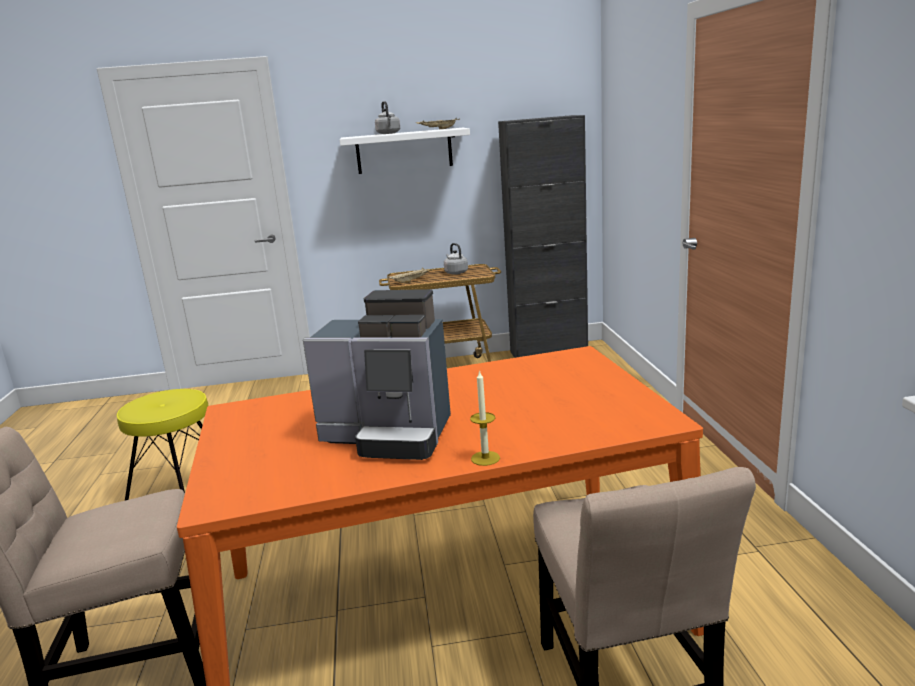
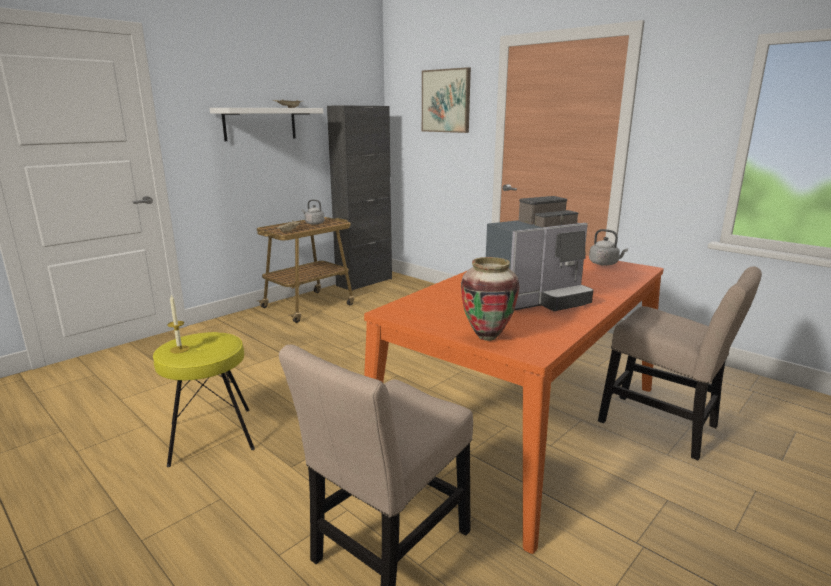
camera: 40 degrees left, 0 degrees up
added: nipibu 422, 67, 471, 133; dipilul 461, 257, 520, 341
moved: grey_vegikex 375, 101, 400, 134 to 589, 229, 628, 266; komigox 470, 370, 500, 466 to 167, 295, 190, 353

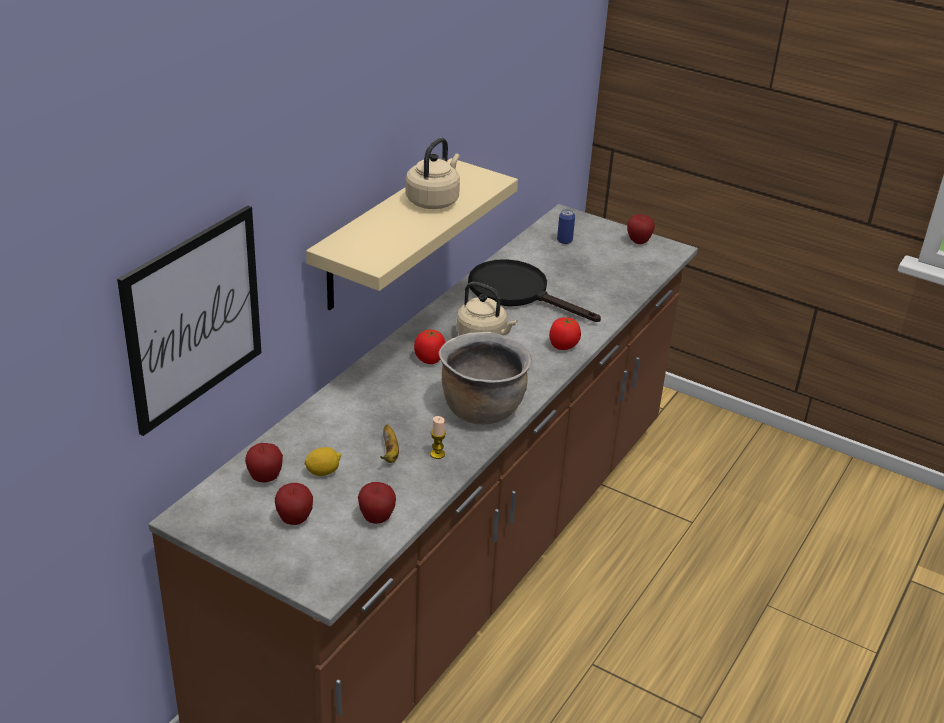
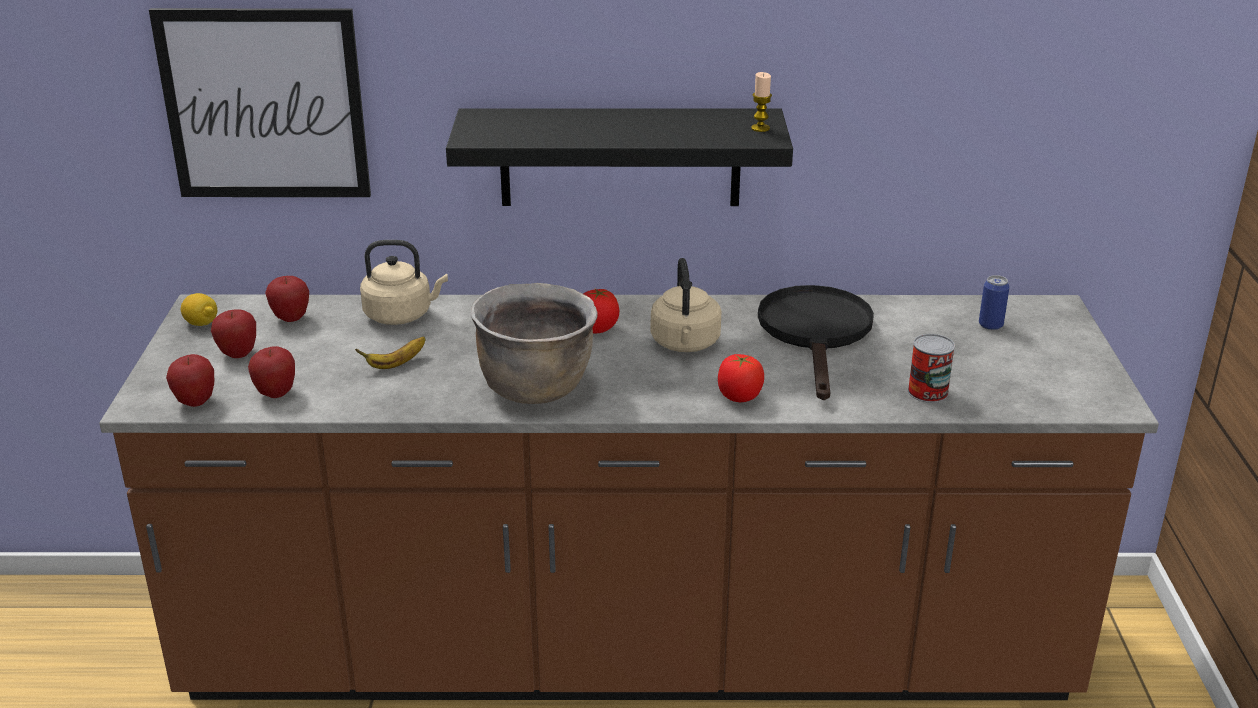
camera: 60 degrees right, 5 degrees down
added: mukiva 908, 334, 955, 403
moved: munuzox 305, 447, 341, 476 to 181, 293, 217, 326; beige_vegikex 405, 138, 460, 209 to 360, 240, 448, 325; komigox 430, 416, 446, 459 to 751, 72, 772, 132; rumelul 627, 214, 655, 244 to 166, 354, 214, 407
recoloured: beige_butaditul 306, 158, 518, 310 to black_butaditul 446, 108, 793, 206

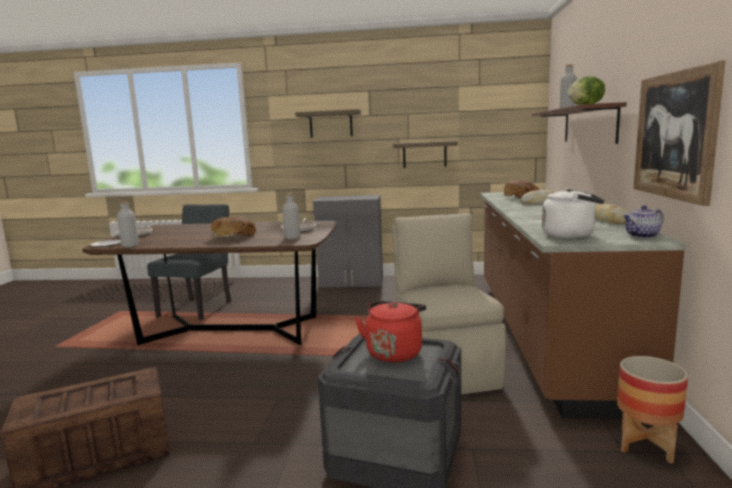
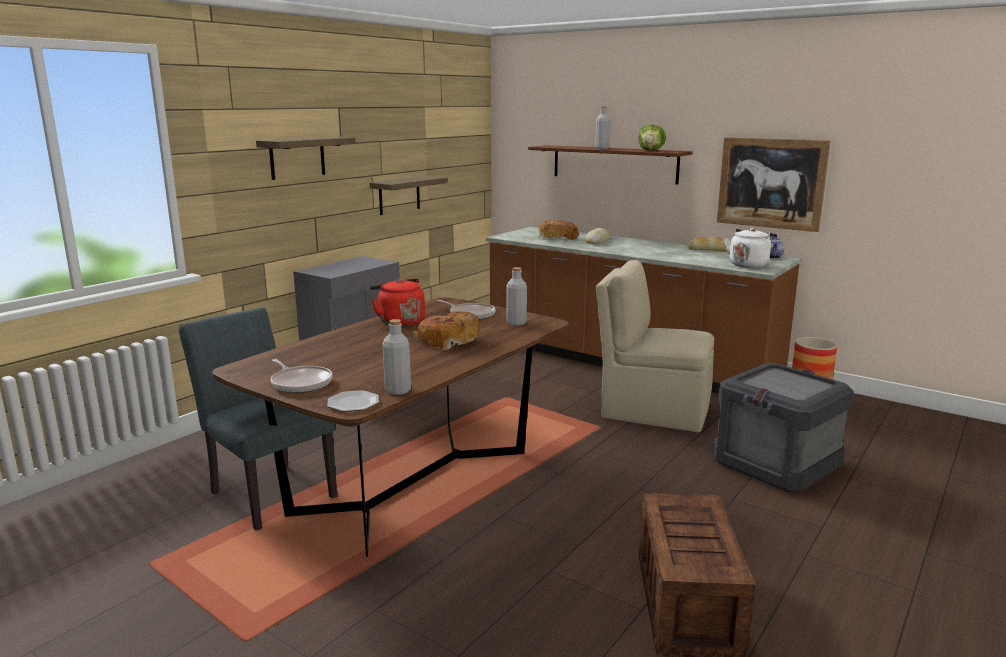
camera: 60 degrees left, 5 degrees up
moved: red_vegikex 355, 301, 426, 363 to 370, 278, 425, 327

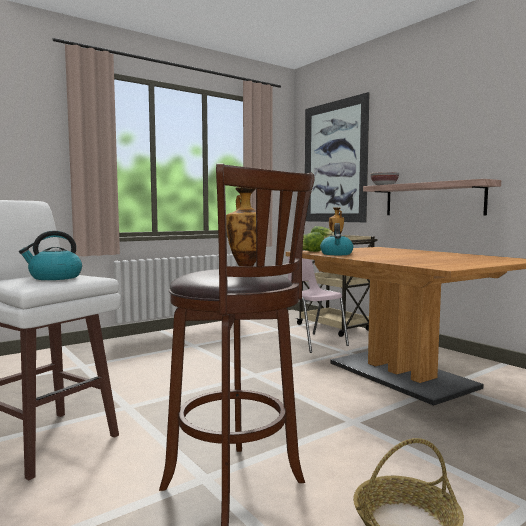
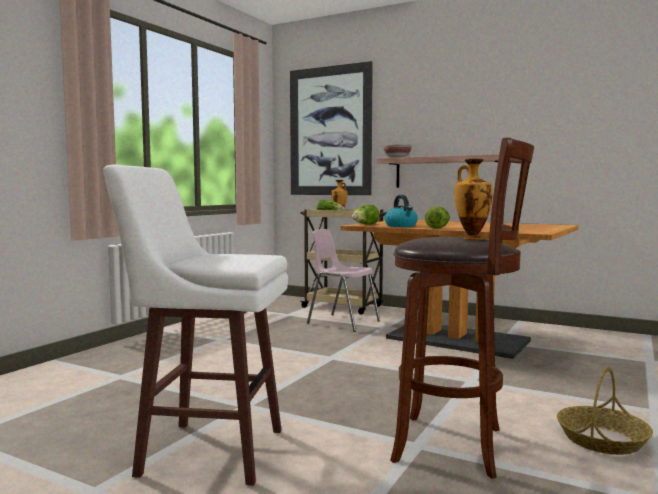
camera: 25 degrees left, 0 degrees up
removed: vegikex 19, 231, 82, 280
added: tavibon 425, 206, 450, 229

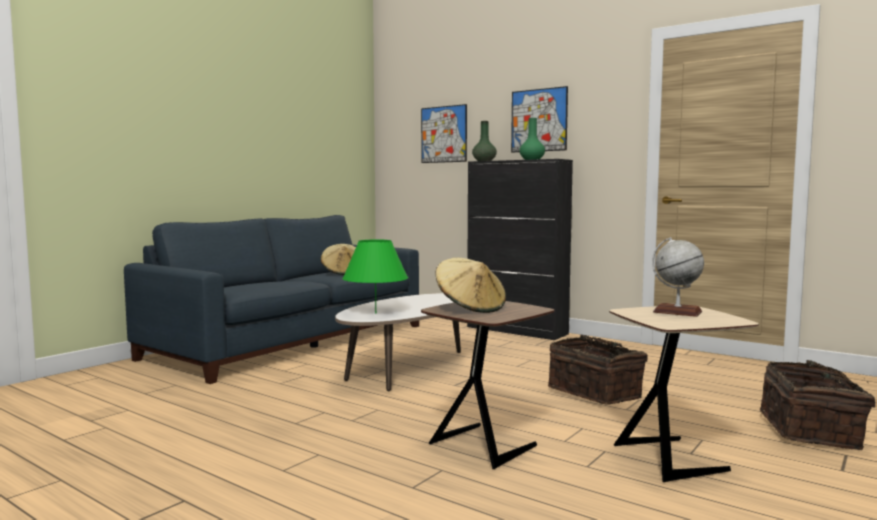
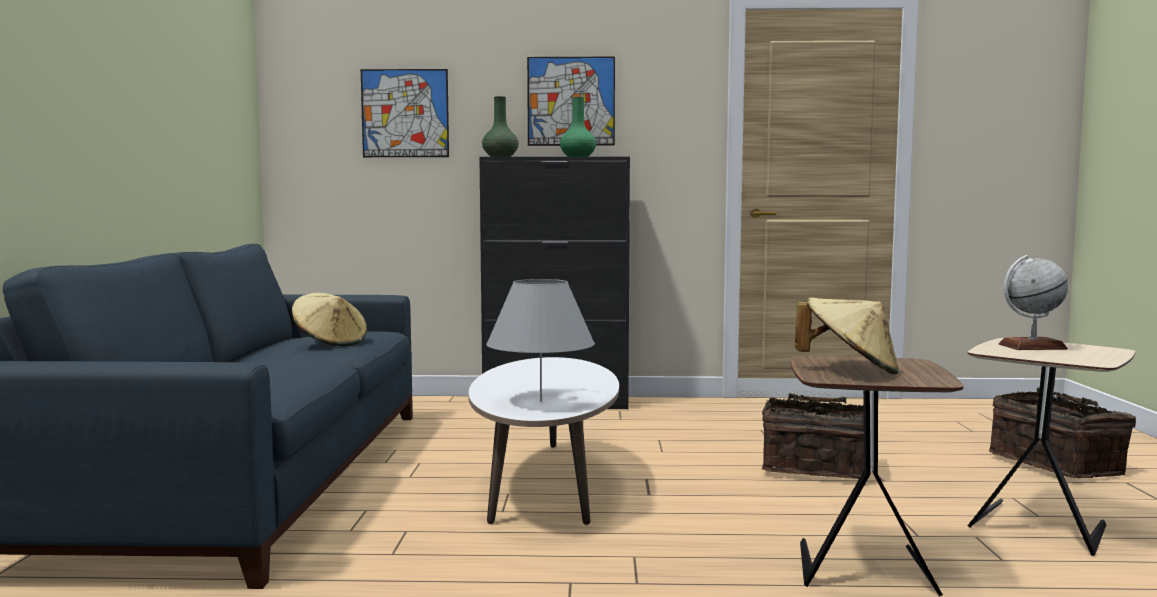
camera: 35 degrees left, 0 degrees up
recoloured: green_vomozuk 343, 240, 408, 314 to grey_vomozuk 486, 279, 595, 402

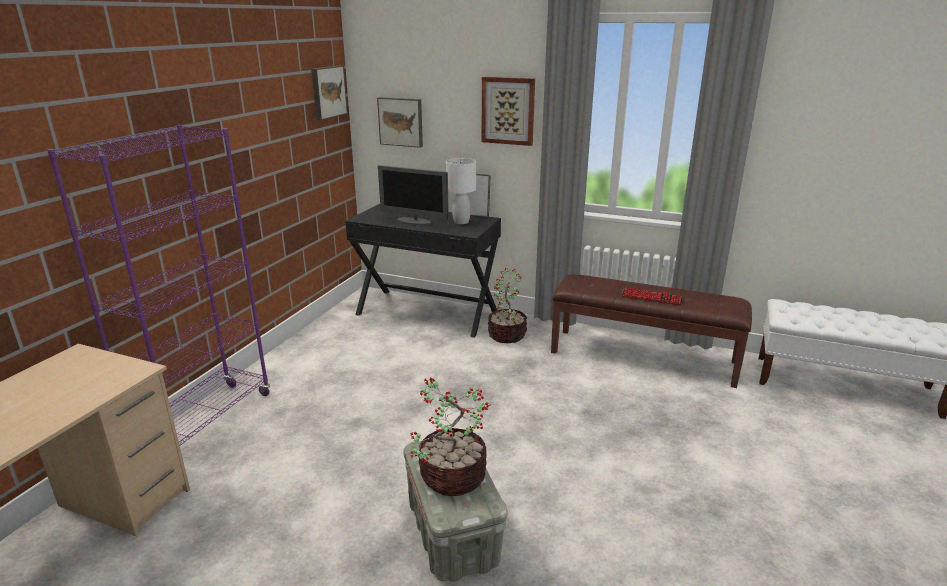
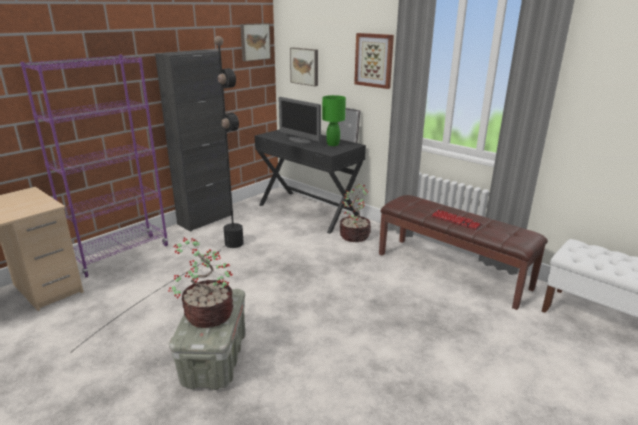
camera: 20 degrees right, 0 degrees up
added: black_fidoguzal 70, 36, 244, 353; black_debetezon 155, 50, 233, 231
recoloured: white_vomozuk 446, 158, 476, 224 to green_vomozuk 322, 95, 346, 146

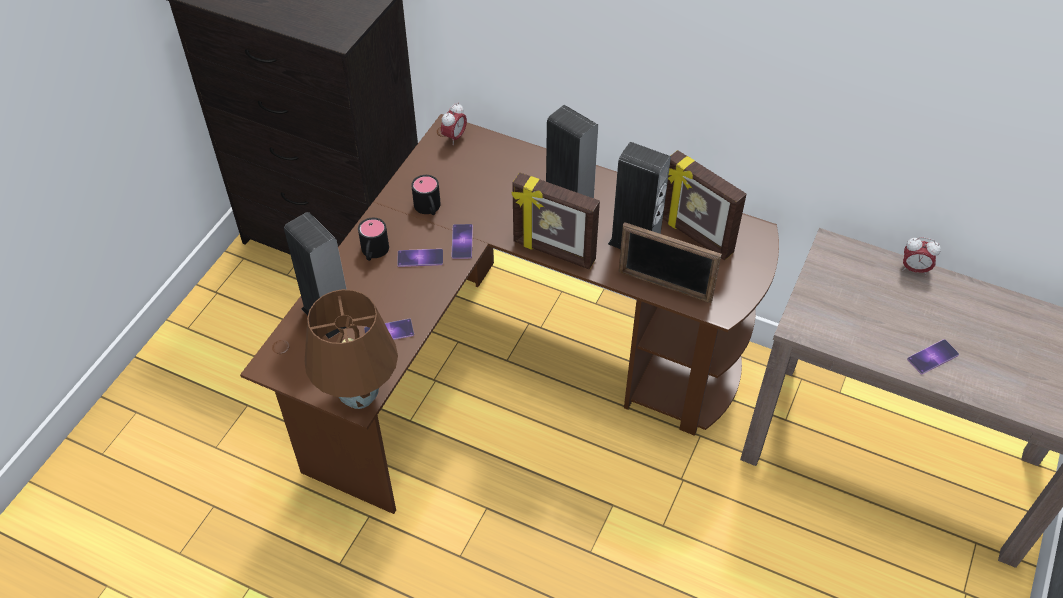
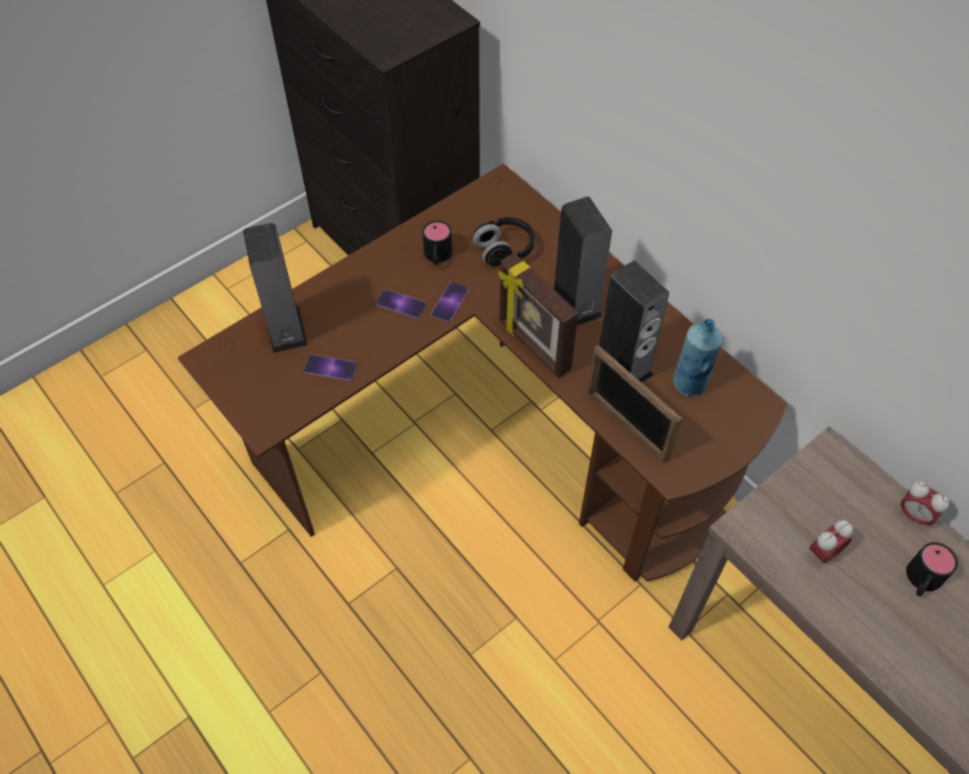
camera: 25 degrees right, 5 degrees up
removed: brown_vomozuk 305, 289, 398, 409; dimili 907, 339, 959, 374
added: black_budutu 470, 217, 535, 266
moved: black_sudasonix 358, 218, 389, 261 to 906, 542, 958, 596; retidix 441, 103, 467, 145 to 809, 520, 853, 566
replaced: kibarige 663, 150, 747, 260 to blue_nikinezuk 673, 319, 723, 397

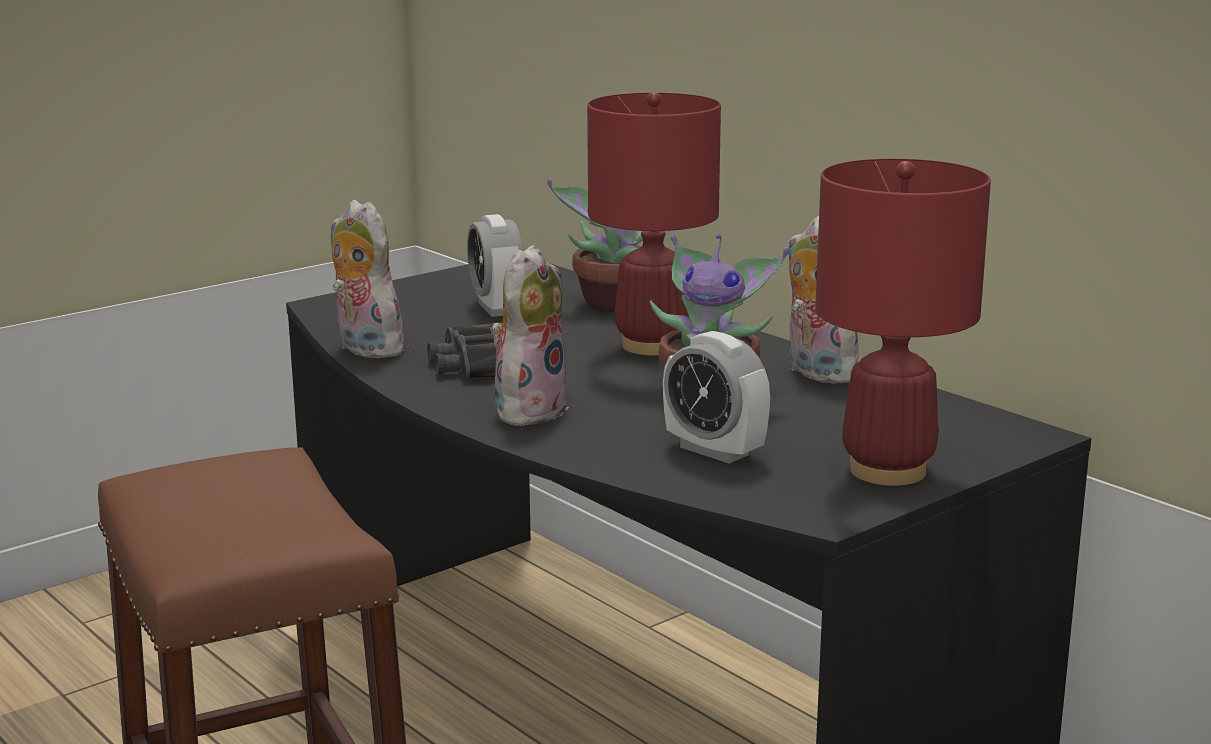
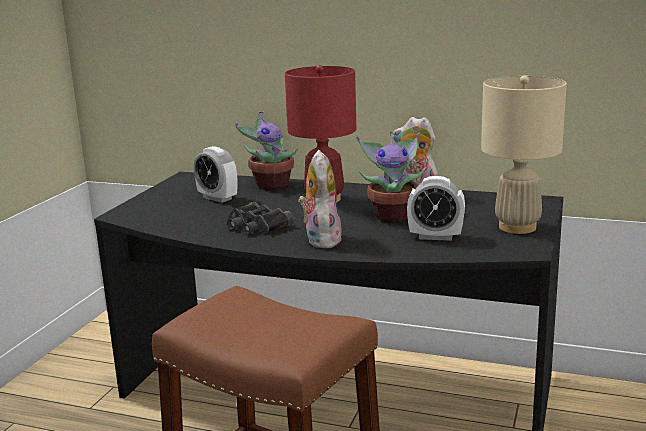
camera: 30 degrees left, 0 degrees up
removed: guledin 331, 200, 407, 358
recoloured: red_vomozuk 815, 159, 991, 486 to beige_vomozuk 481, 75, 567, 234

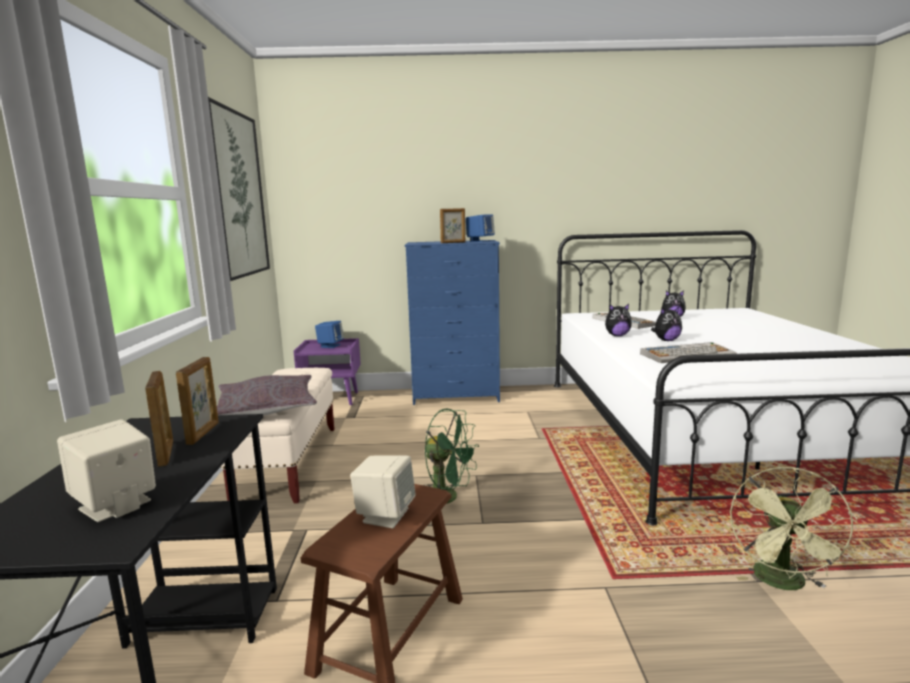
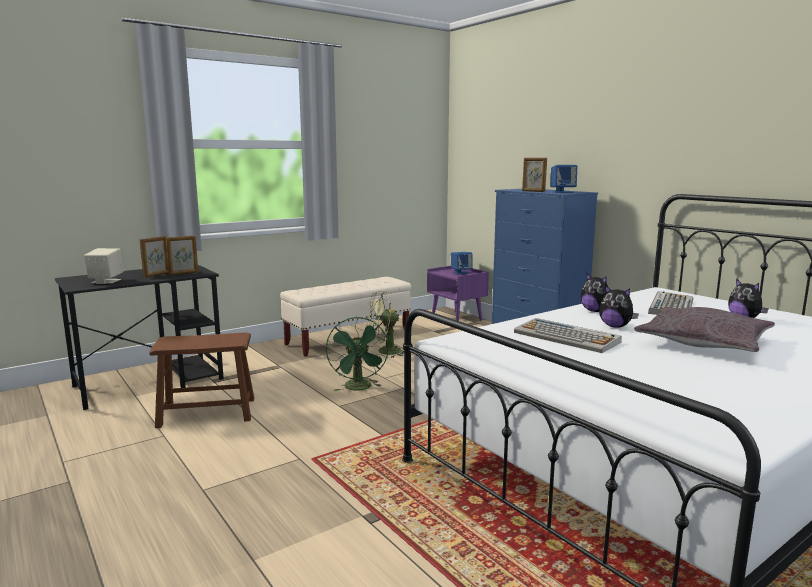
camera: 55 degrees right, 0 degrees up
removed: nipibu 208, 97, 270, 281; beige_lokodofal 350, 455, 416, 528
moved: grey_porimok 217, 375, 317, 415 to 634, 307, 775, 352; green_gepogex 730, 467, 857, 590 to 366, 291, 404, 358

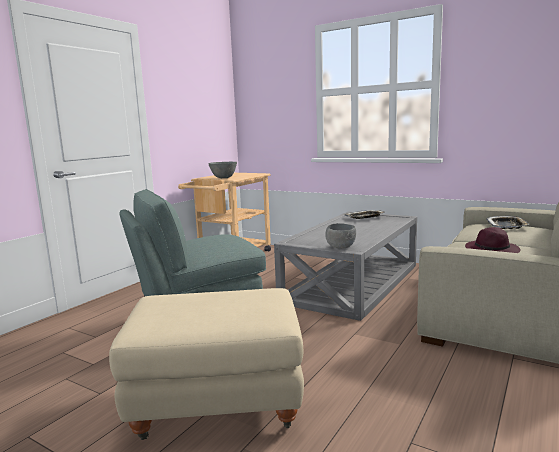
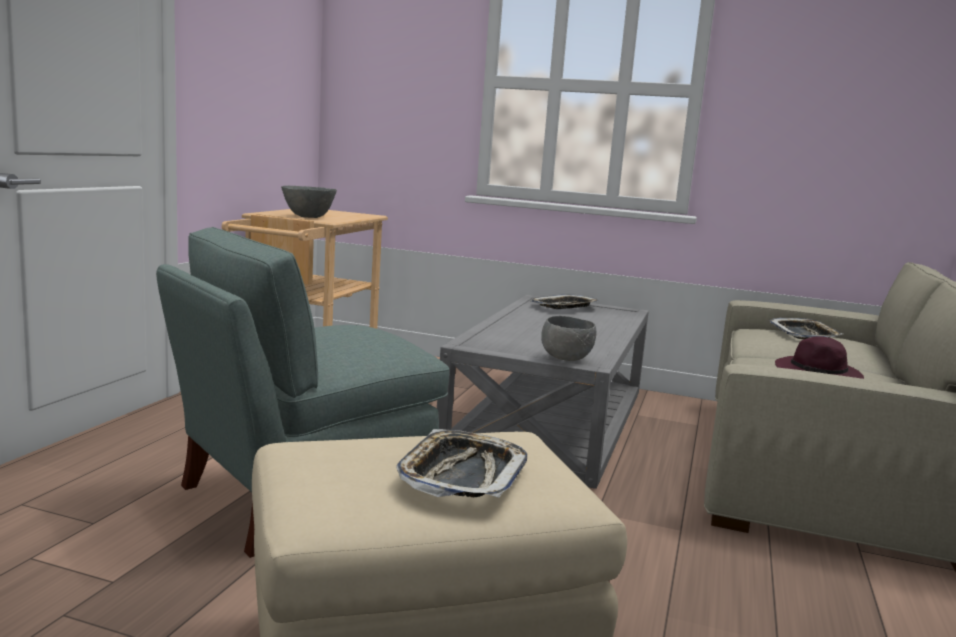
camera: 15 degrees left, 0 degrees up
added: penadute 396, 429, 527, 498

